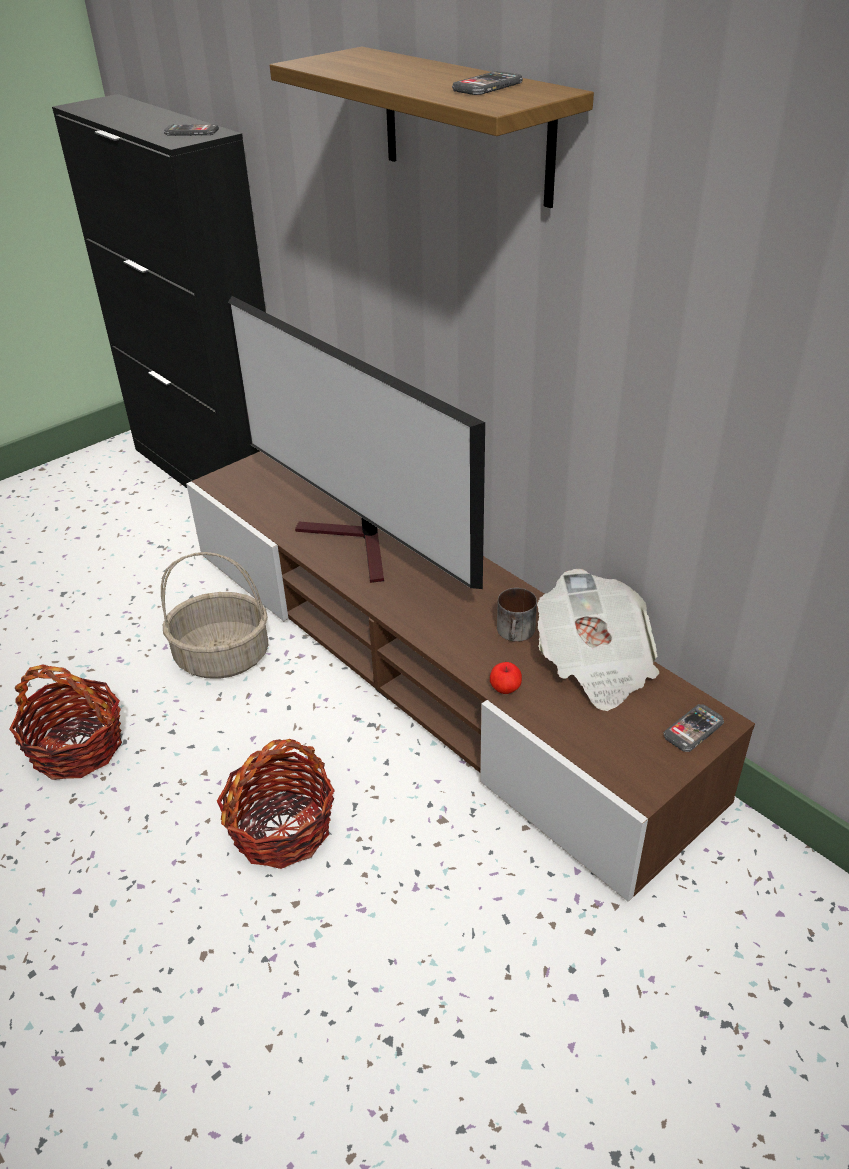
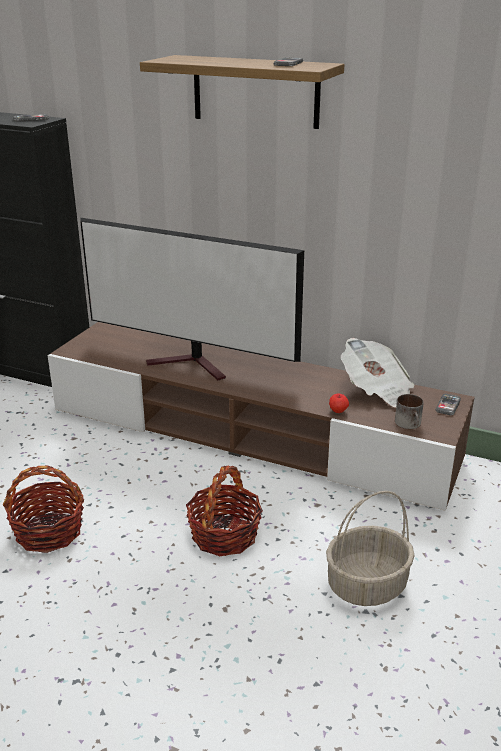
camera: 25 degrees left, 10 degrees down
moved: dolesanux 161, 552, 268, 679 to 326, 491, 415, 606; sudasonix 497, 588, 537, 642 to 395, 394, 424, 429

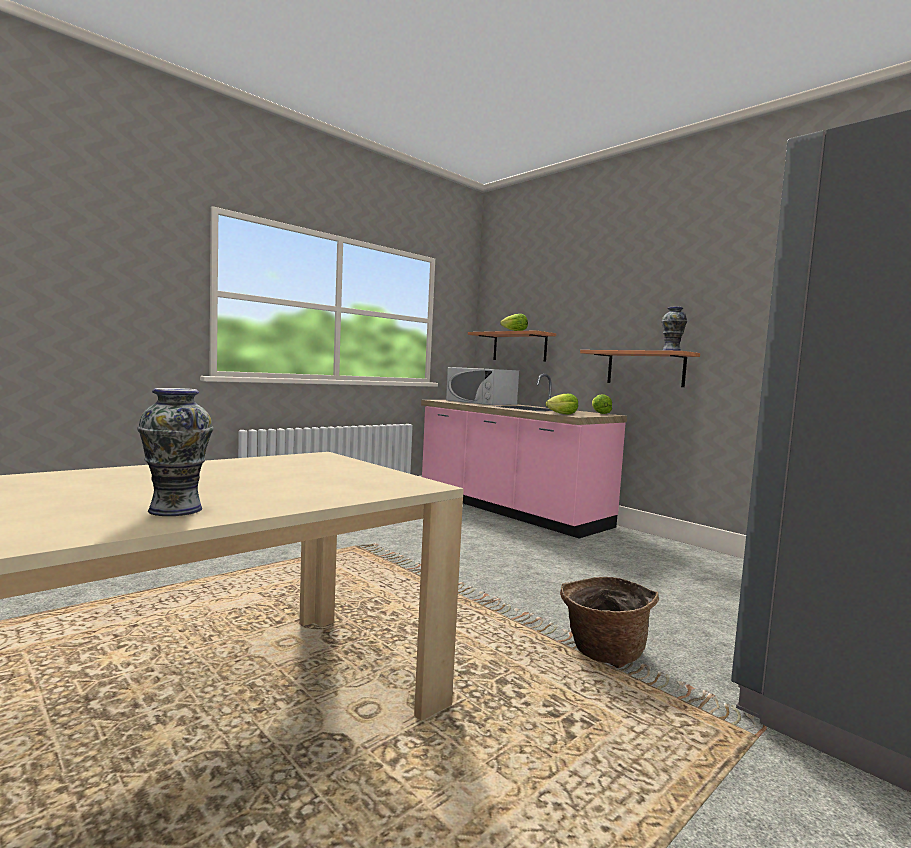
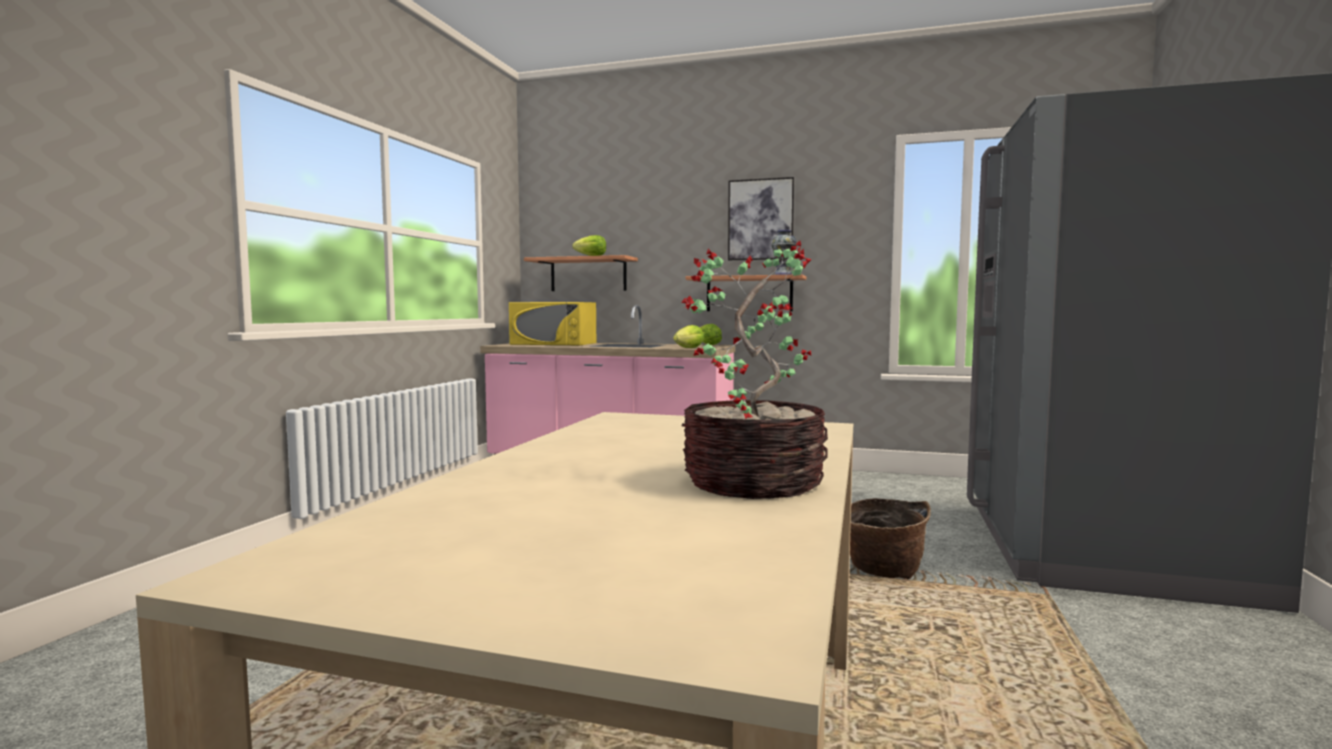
camera: 30 degrees left, 0 degrees up
added: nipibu 728, 177, 794, 260
replaced: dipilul 137, 388, 213, 516 to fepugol 681, 241, 828, 499
recoloured: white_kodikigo 446, 367, 519, 405 to yellow_kodikigo 509, 302, 596, 345

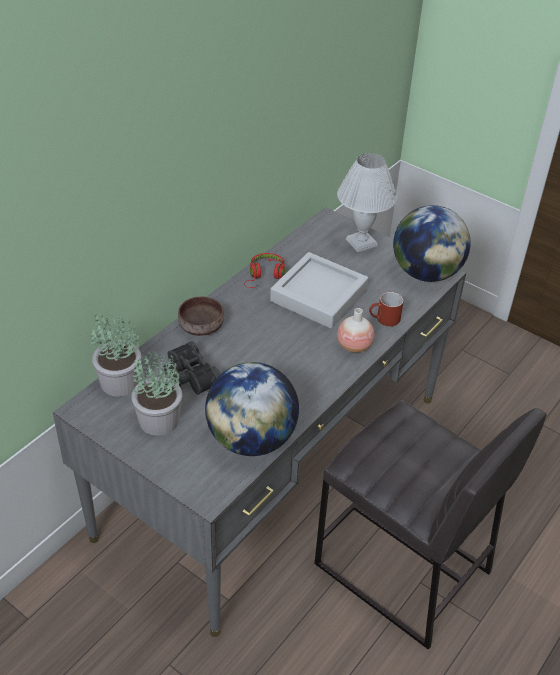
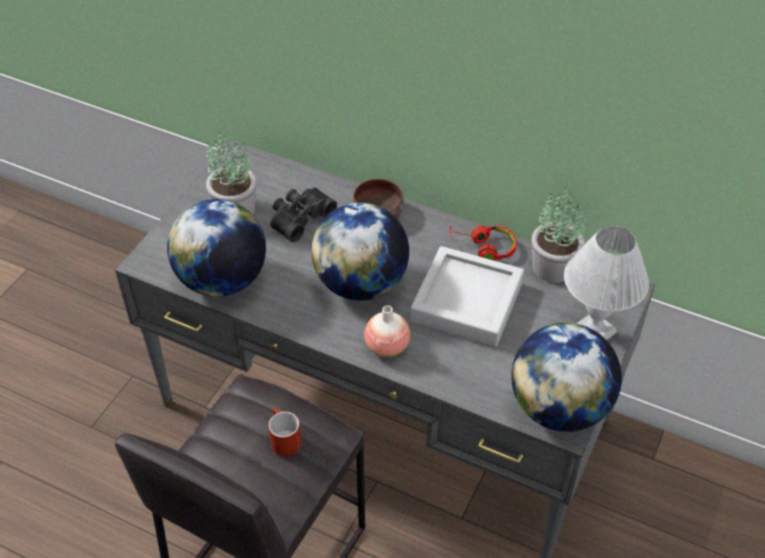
camera: 80 degrees right, 5 degrees up
added: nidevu 311, 203, 409, 301
moved: fepugol 90, 312, 141, 396 to 532, 187, 586, 283; red_sudasonix 369, 292, 404, 327 to 268, 408, 301, 456

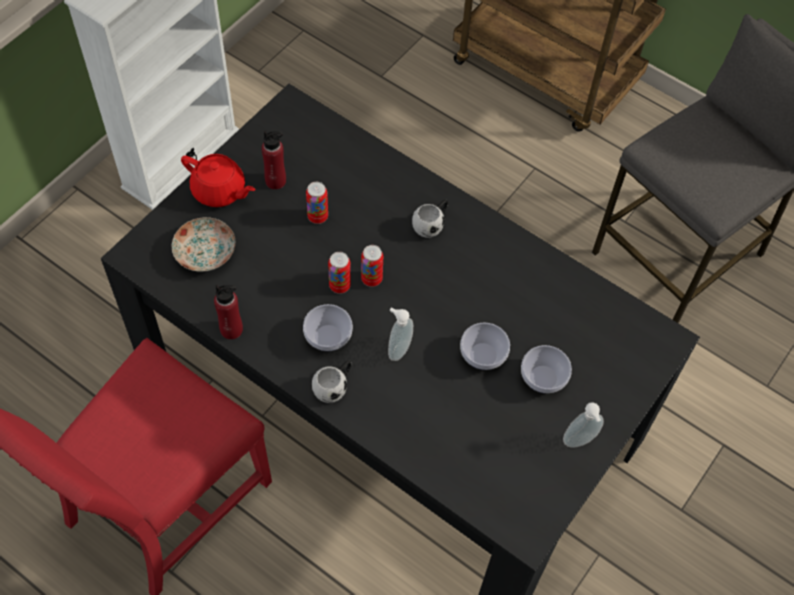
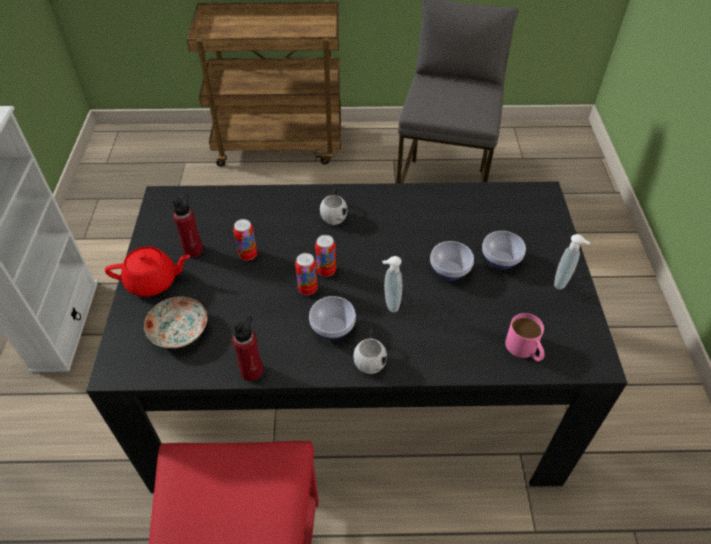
camera: 35 degrees left, 10 degrees down
added: pink_sudasonix 505, 313, 545, 362

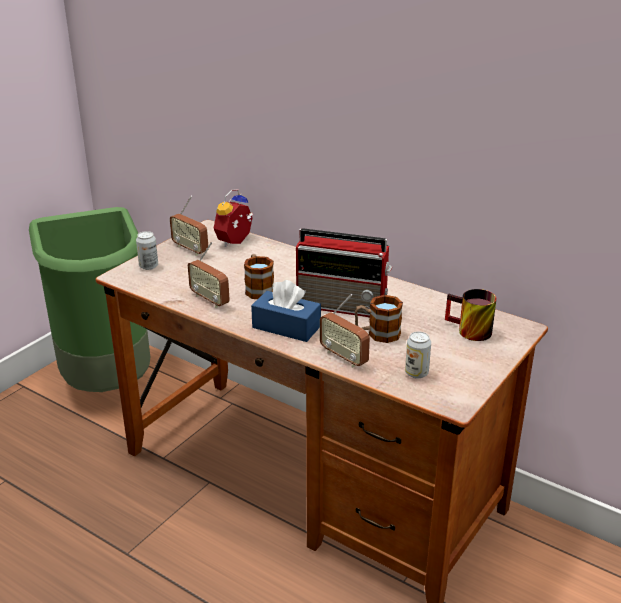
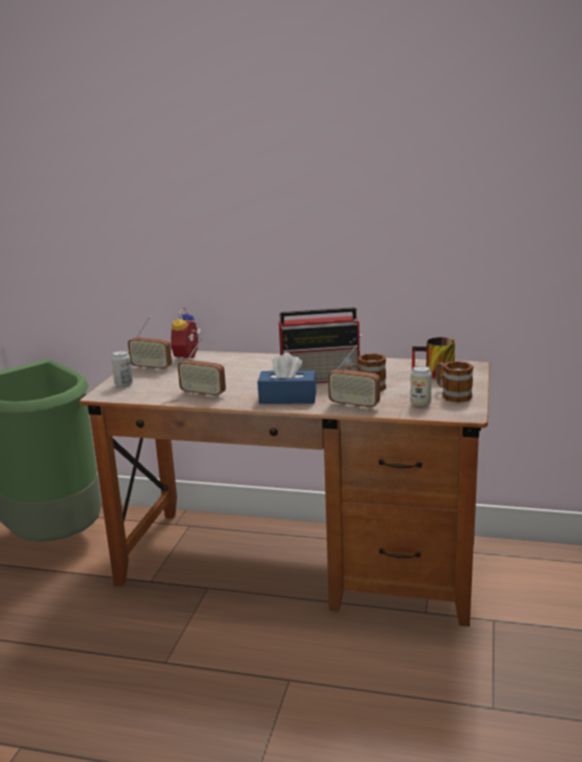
camera: 20 degrees left, 10 degrees down
moved: sudasonix 244, 254, 274, 299 to 436, 361, 474, 403

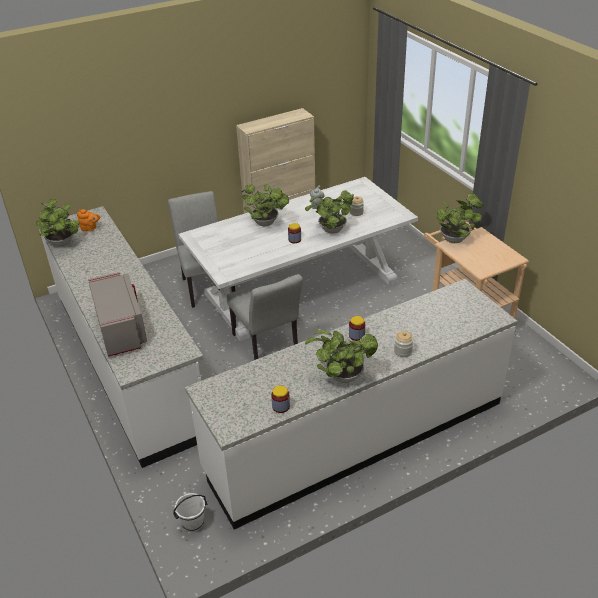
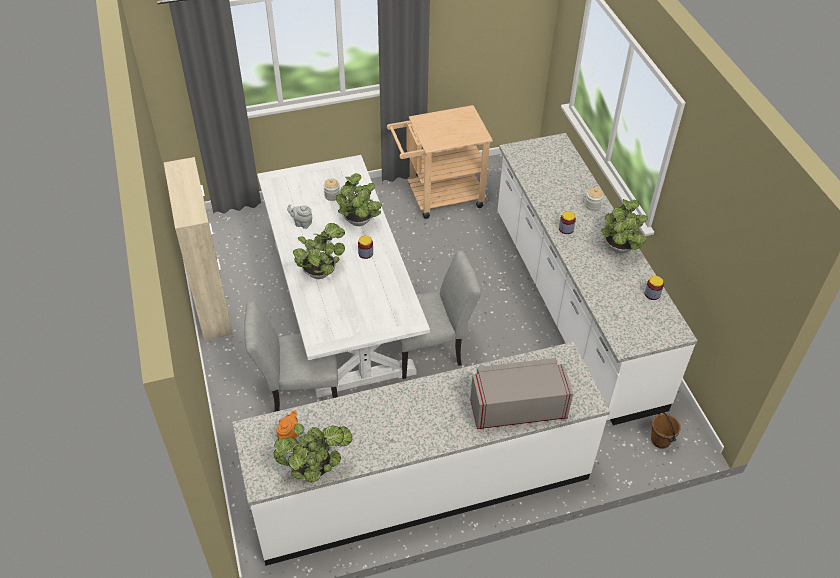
camera: 80 degrees left, 10 degrees up
removed: fepugol 437, 193, 483, 243
recoloured: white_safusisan 173, 493, 207, 532 to brown_safusisan 651, 411, 681, 449

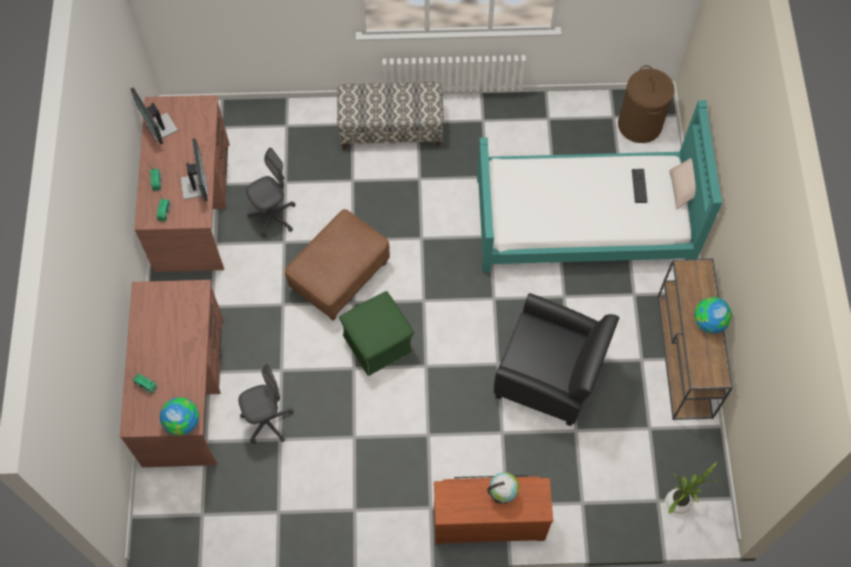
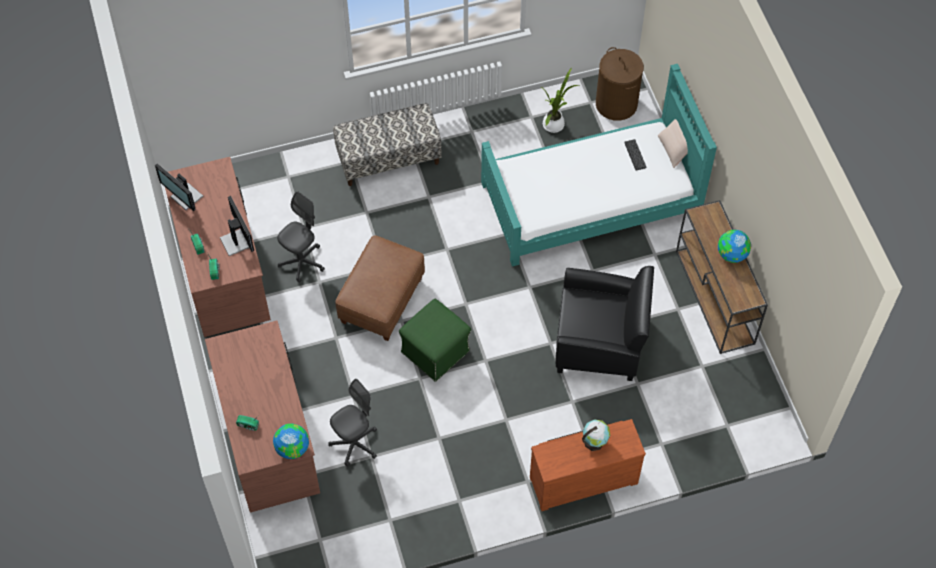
camera: 15 degrees left, 5 degrees down
moved: fepugol 665, 461, 721, 516 to 541, 68, 580, 133

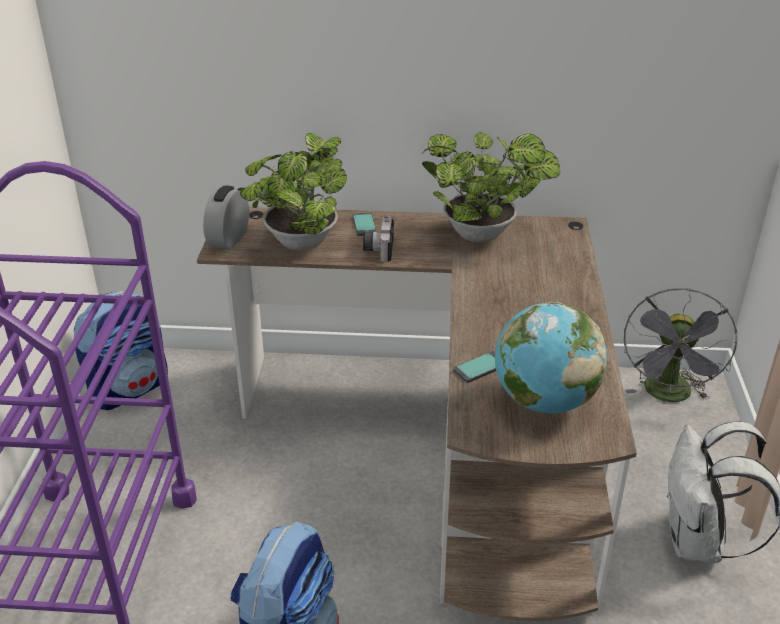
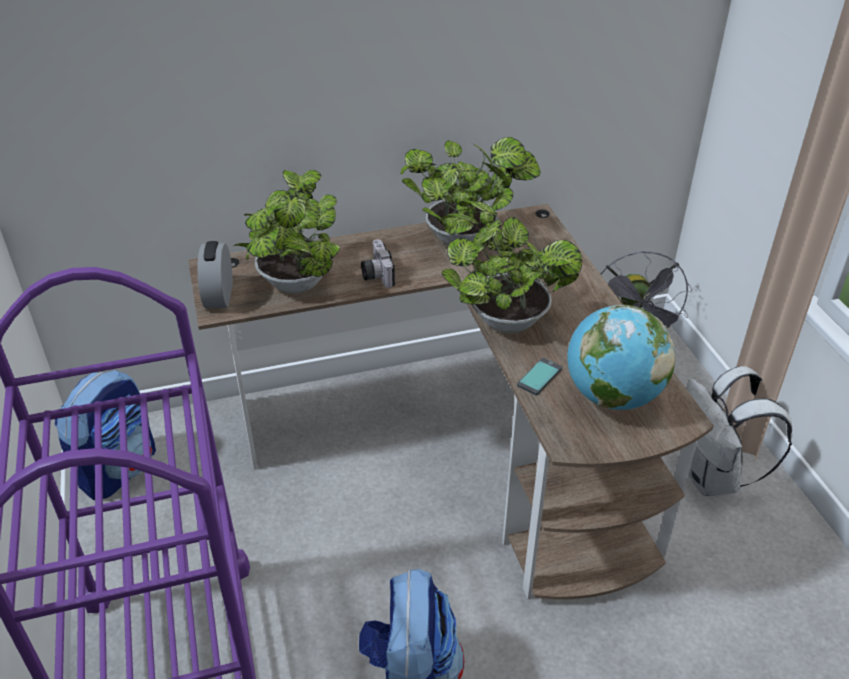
camera: 20 degrees left, 5 degrees up
removed: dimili 353, 213, 377, 236
added: fepugol 441, 201, 582, 334

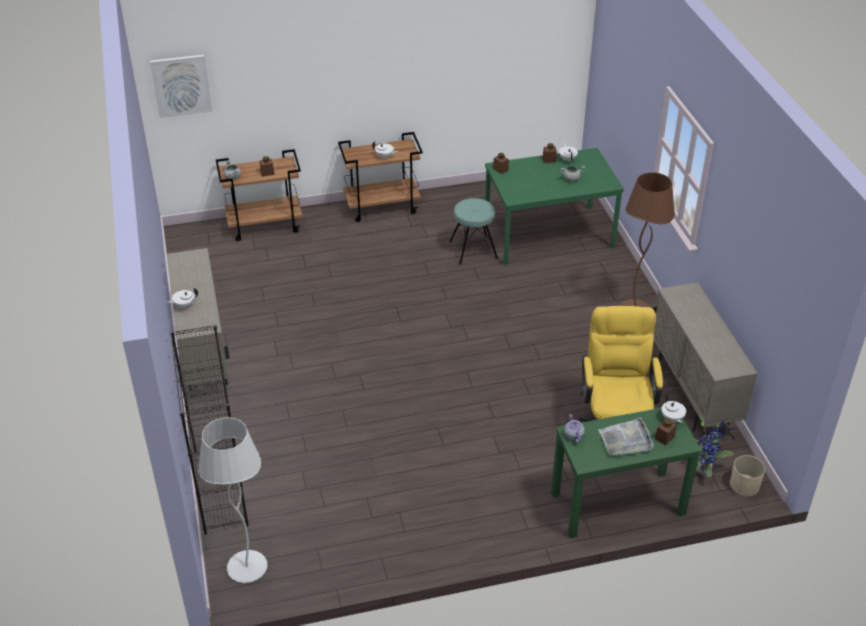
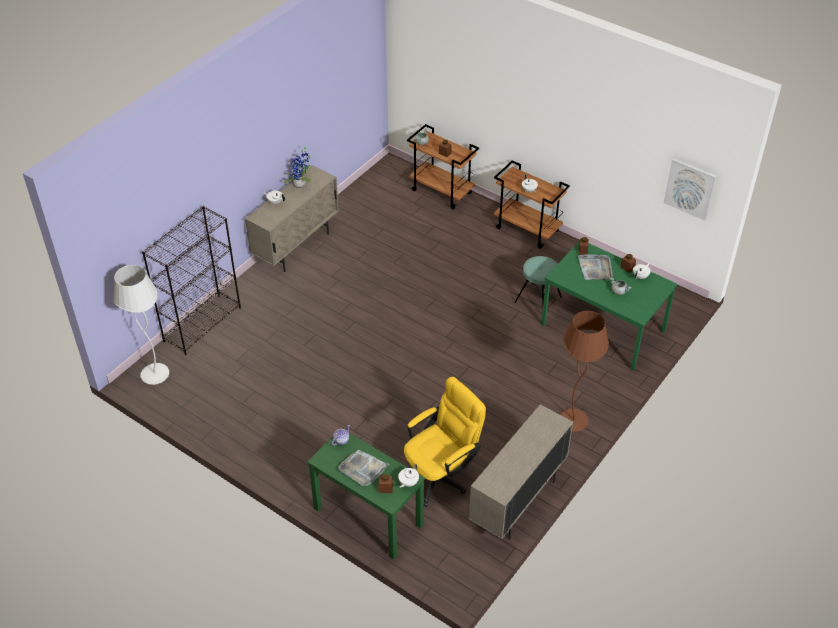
camera: 50 degrees right, 5 degrees up
removed: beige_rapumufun 730, 455, 765, 496
added: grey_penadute 578, 254, 613, 280
moved: nipibu 150, 55, 212, 118 to 664, 158, 717, 221; fepugol 695, 417, 735, 477 to 284, 146, 312, 188

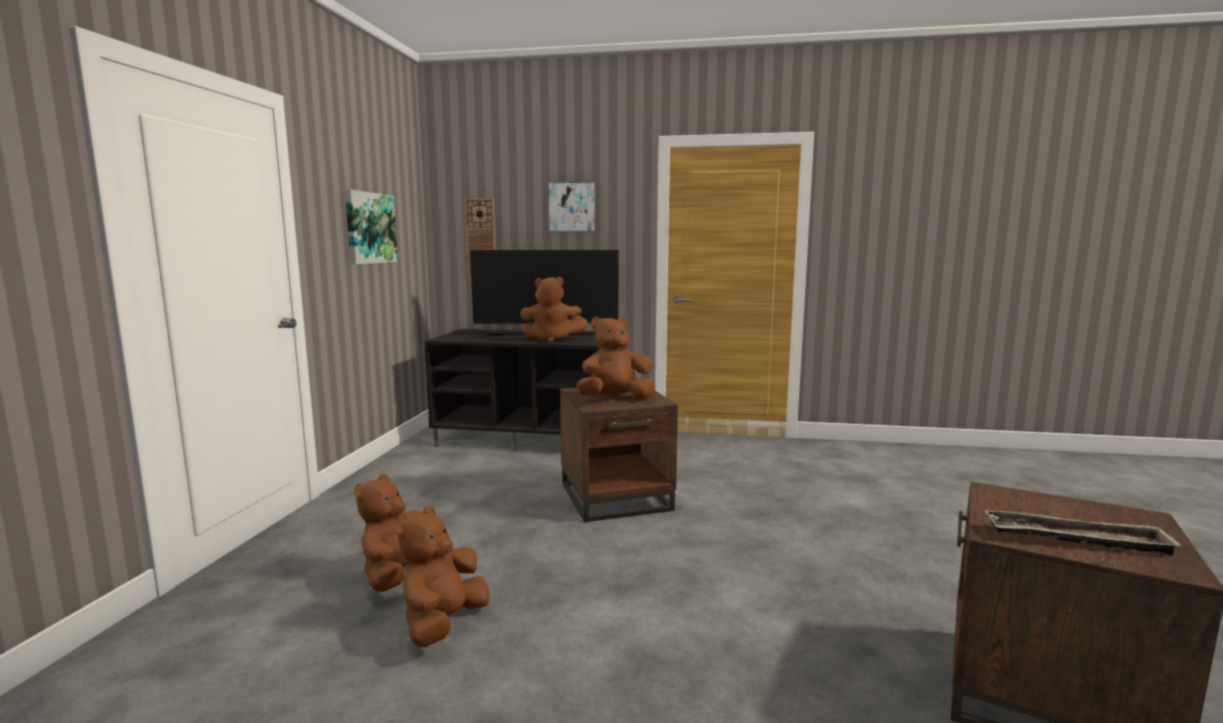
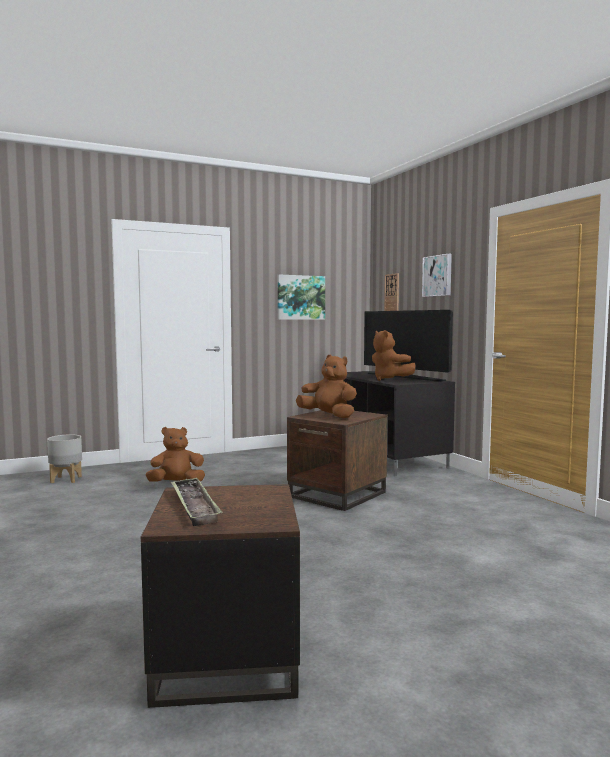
camera: 55 degrees right, 5 degrees down
removed: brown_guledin 395, 506, 489, 647
added: grey_rapumufun 47, 434, 82, 483

